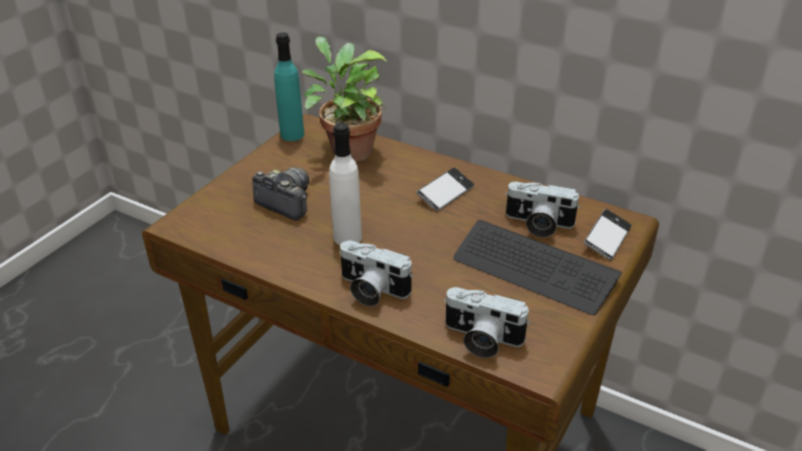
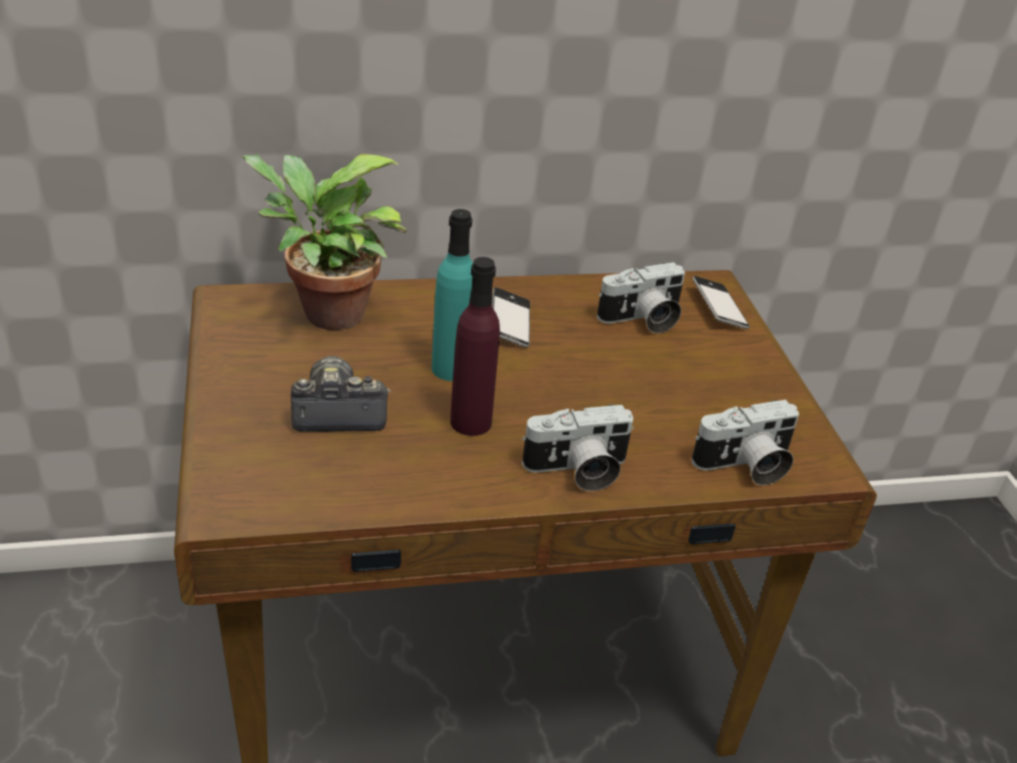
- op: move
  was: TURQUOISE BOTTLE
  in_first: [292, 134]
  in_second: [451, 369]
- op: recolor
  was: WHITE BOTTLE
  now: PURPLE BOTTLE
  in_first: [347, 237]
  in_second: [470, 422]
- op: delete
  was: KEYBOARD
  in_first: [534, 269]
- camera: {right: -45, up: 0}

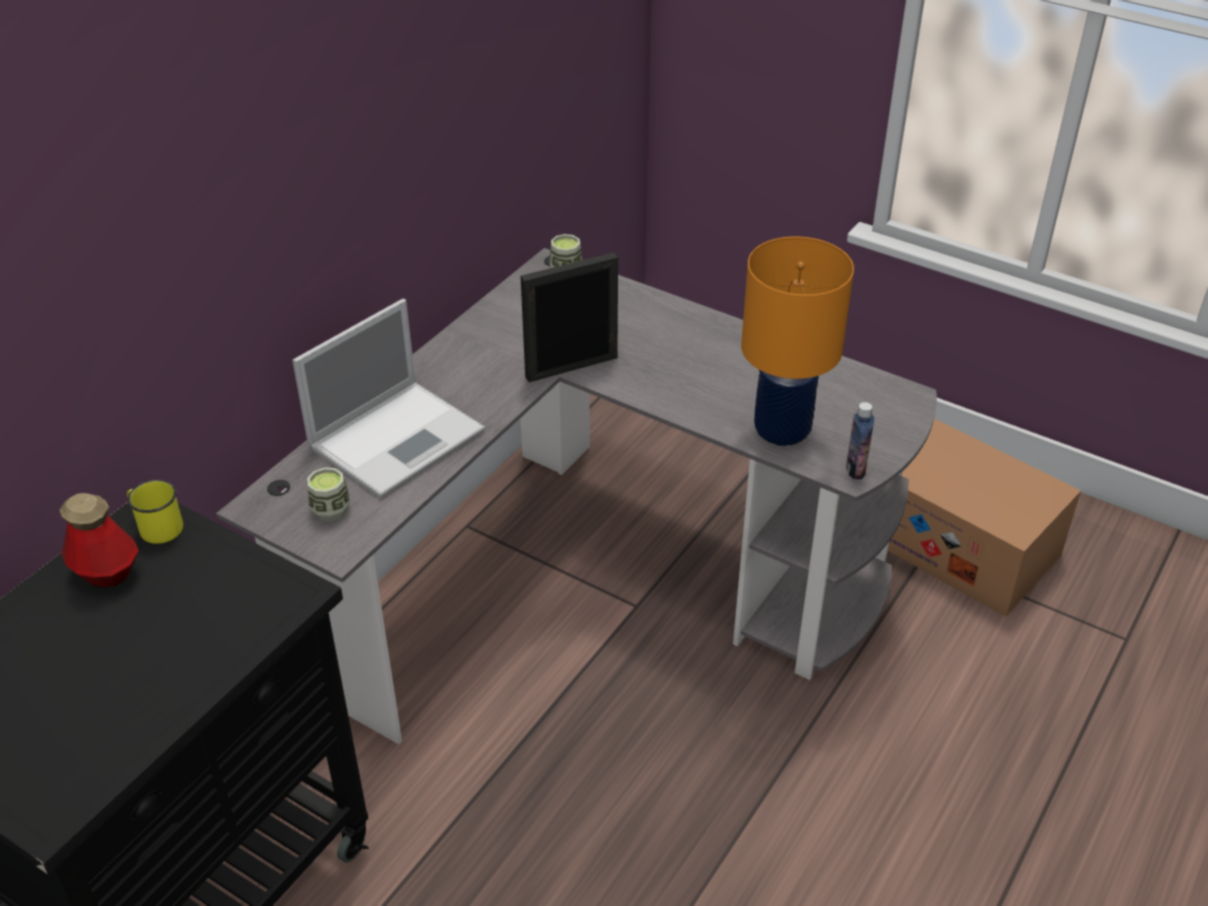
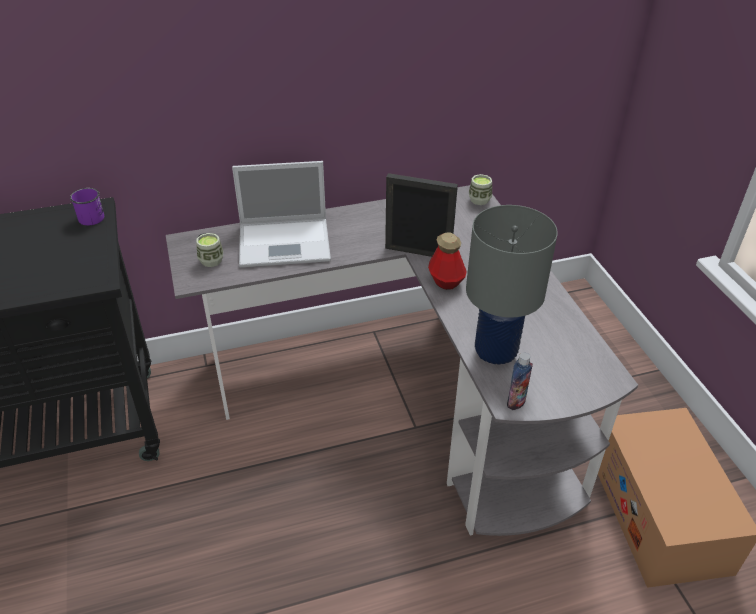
- op: recolor
  was: ORANGE TABLE LAMP
  now: GREY TABLE LAMP
  in_first: [781, 432]
  in_second: [495, 353]
- op: recolor
  was: YELLOW MUG
  now: PURPLE MUG
  in_first: [156, 526]
  in_second: [91, 216]
- op: move
  was: BOTTLE
  in_first: [107, 572]
  in_second: [446, 281]
- camera: {right: 40, up: 0}

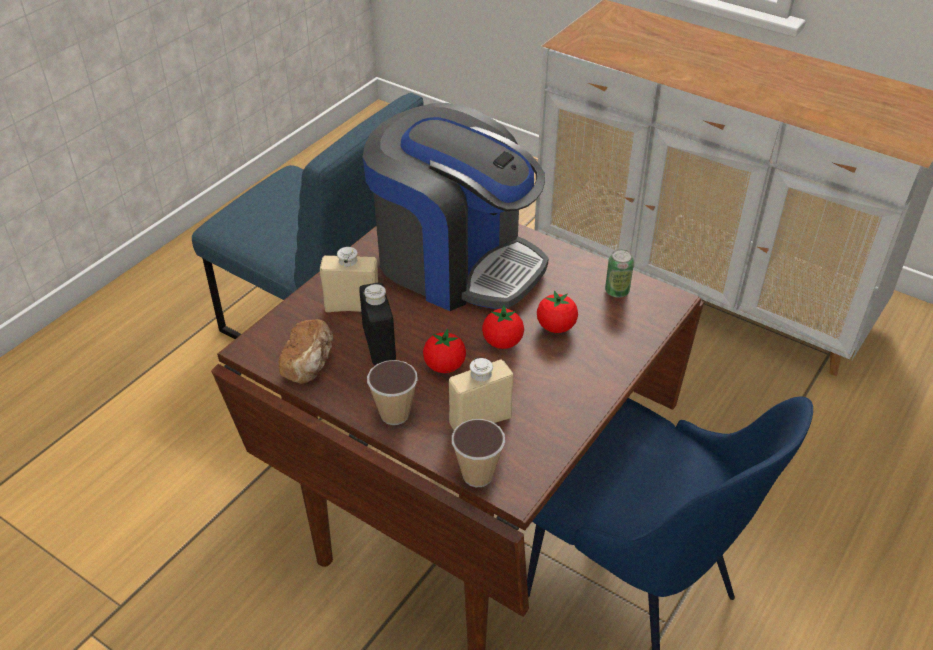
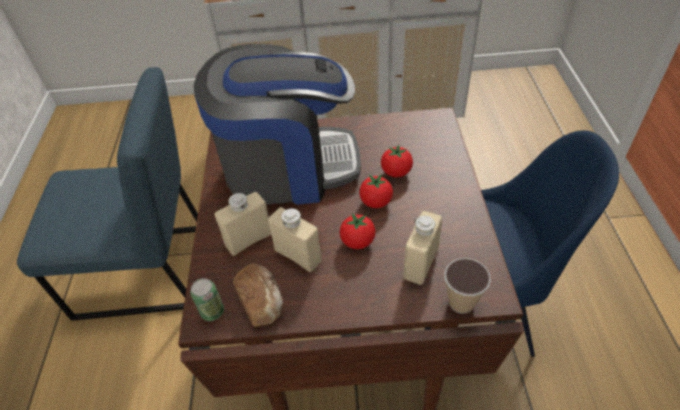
- op: move
  was: CAN
  in_first: [617, 291]
  in_second: [212, 312]
- op: recolor
  was: BLACK BOTTLE
  now: BEIGE BOTTLE
  in_first: [379, 345]
  in_second: [298, 255]
- op: delete
  was: CUP
  in_first: [394, 414]
- camera: {right: -35, up: 5}

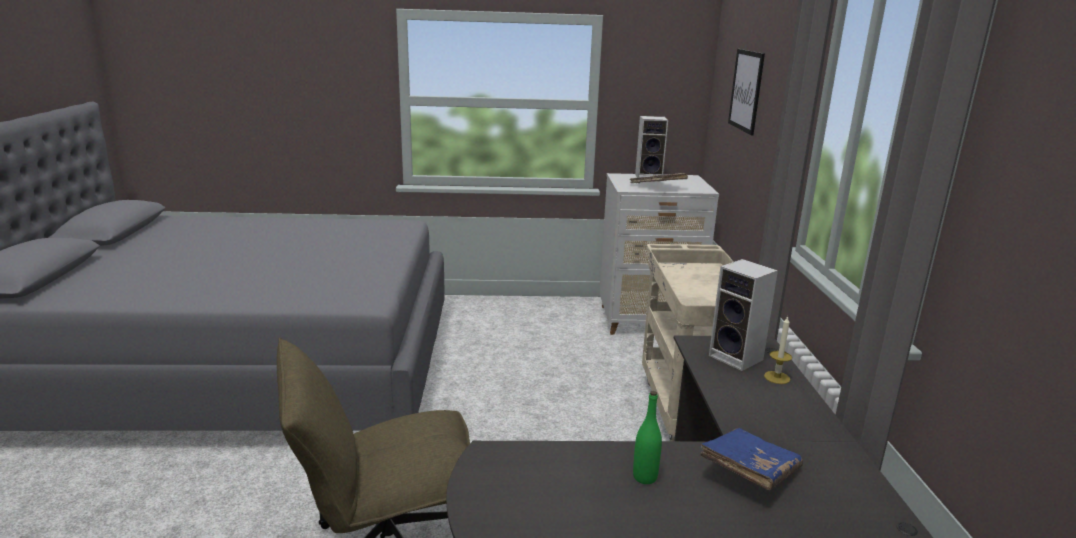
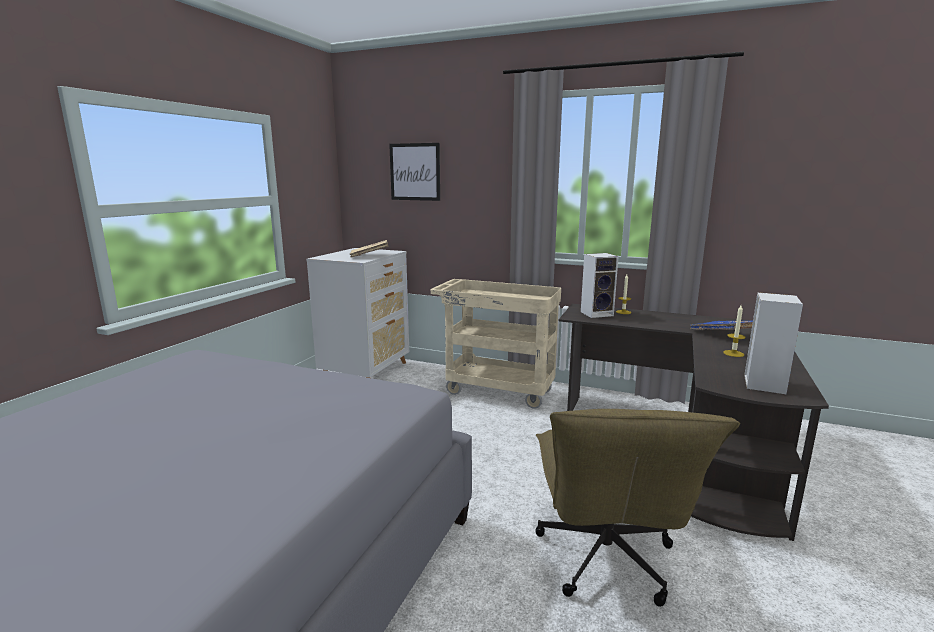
- op: move
  was: SPEAKER
  in_first: [649, 177]
  in_second: [763, 383]
- op: replace
  was: GREEN BOTTLE
  now: CANDLE
  in_first: [645, 477]
  in_second: [733, 353]
- camera: {right: -65, up: -5}

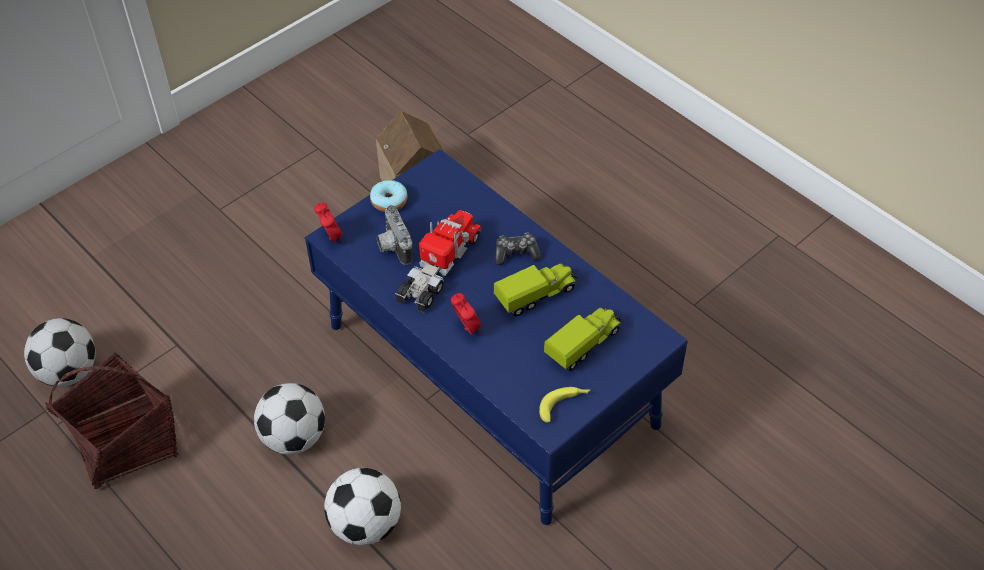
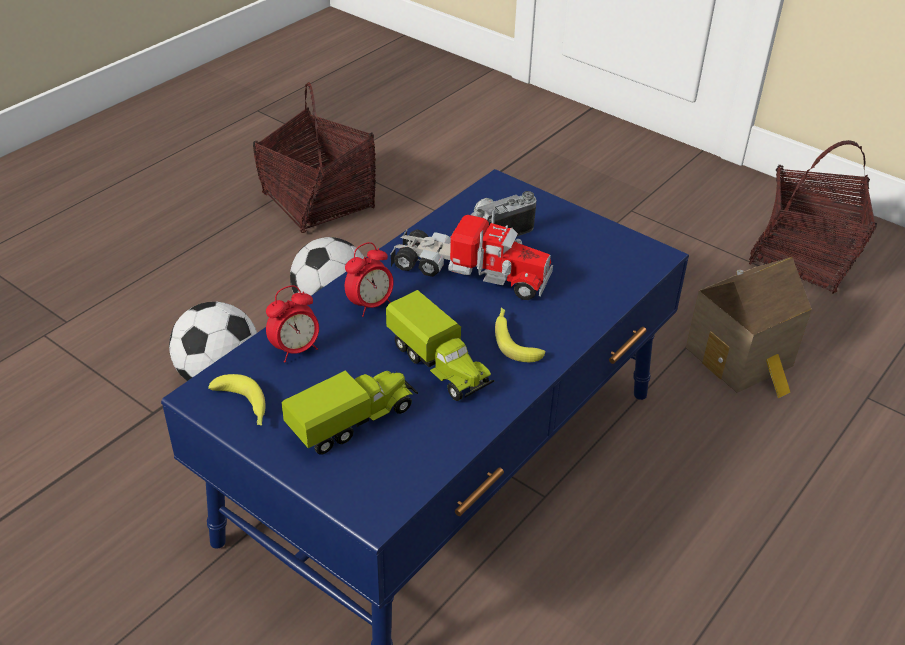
- op: delete
  was: DONUT
  in_first: [389, 201]
- op: move
  was: ALARM CLOCK
  in_first: [331, 238]
  in_second: [296, 350]
- op: replace
  was: GAME CONTROLLER
  now: BANANA
  in_first: [516, 253]
  in_second: [514, 339]
- op: rotate
  was: TOY TRUCK
  in_first: [584, 344]
  in_second: [353, 421]
  clockwise: -75
- op: delete
  was: FOOTBALL
  in_first: [69, 371]
- op: insert
  now: BASKET
  in_second: [805, 258]
- camera: {right: 80, up: -10}

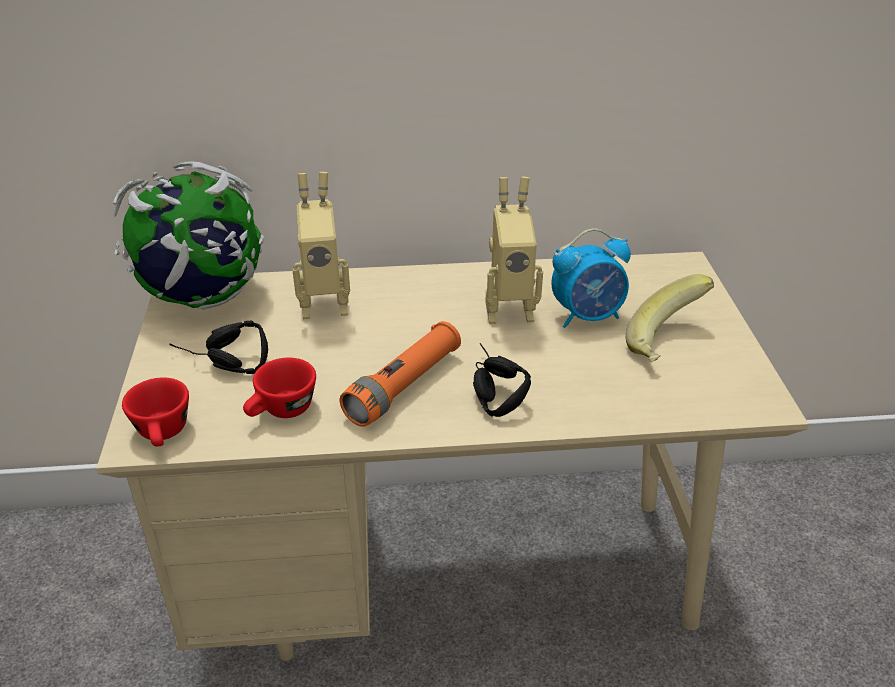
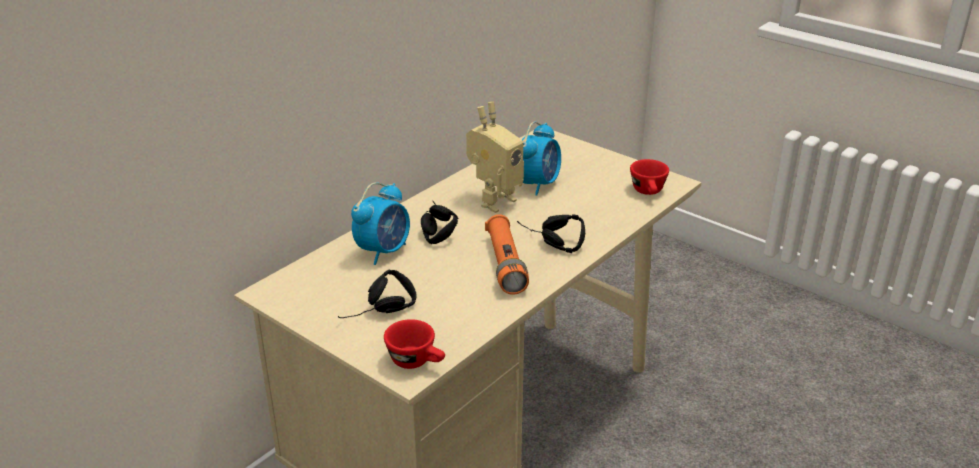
- op: delete
  was: GLOBE
  in_first: [203, 297]
- op: replace
  was: TOY ROBOT
  now: ALARM CLOCK
  in_first: [324, 305]
  in_second: [384, 251]
- op: delete
  was: BANANA
  in_first: [668, 343]
- op: move
  was: RED CUP
  in_first: [281, 411]
  in_second: [649, 192]
- op: insert
  now: BLACK HEADPHONES
  in_second: [432, 228]
- camera: {right: -45, up: -5}

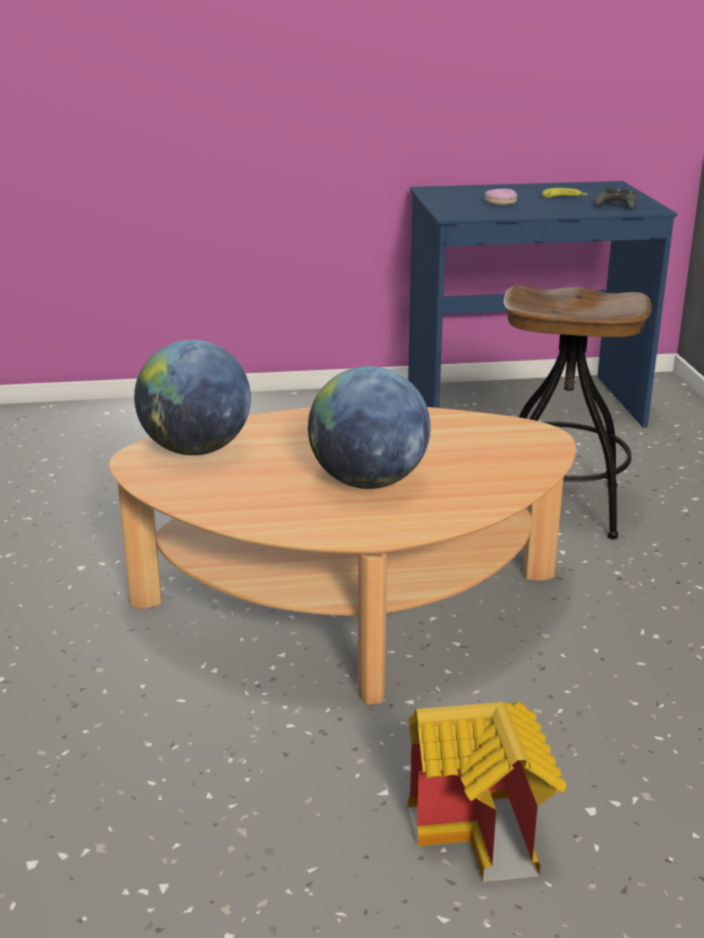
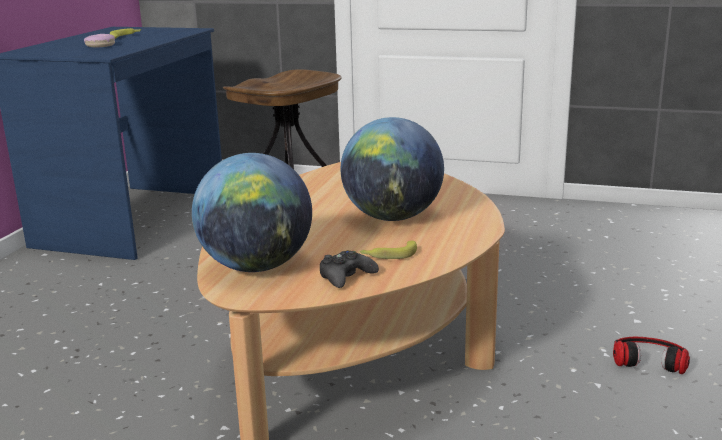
- op: move
  was: BLACK GAME CONTROLLER
  in_first: [616, 206]
  in_second: [346, 276]
- op: replace
  was: TOY HOUSE
  now: HEADPHONES
  in_first: [484, 831]
  in_second: [649, 358]
- op: insert
  now: BANANA
  in_second: [388, 255]
- camera: {right: -65, up: -5}

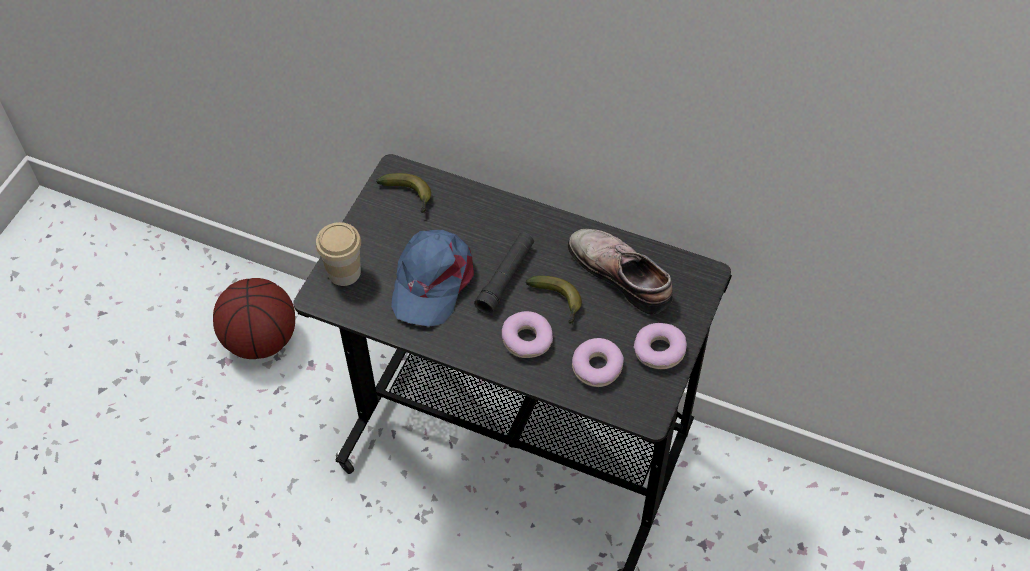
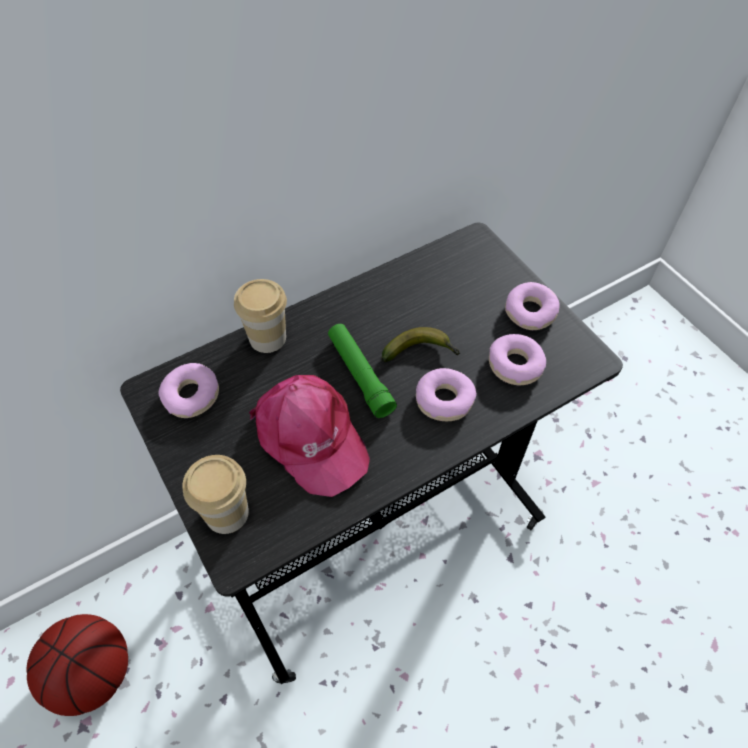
- op: replace
  was: BANANA
  now: DONUT
  in_first: [409, 196]
  in_second: [191, 396]
- op: delete
  was: SHOE
  in_first: [622, 273]
- op: recolor
  was: BLUE CAP
  now: PINK CAP
  in_first: [432, 280]
  in_second: [310, 437]
- op: recolor
  was: BLACK FLASHLIGHT
  now: GREEN FLASHLIGHT
  in_first: [505, 277]
  in_second: [360, 375]
- op: insert
  now: CUP
  in_second: [267, 338]
- camera: {right: -55, up: 0}

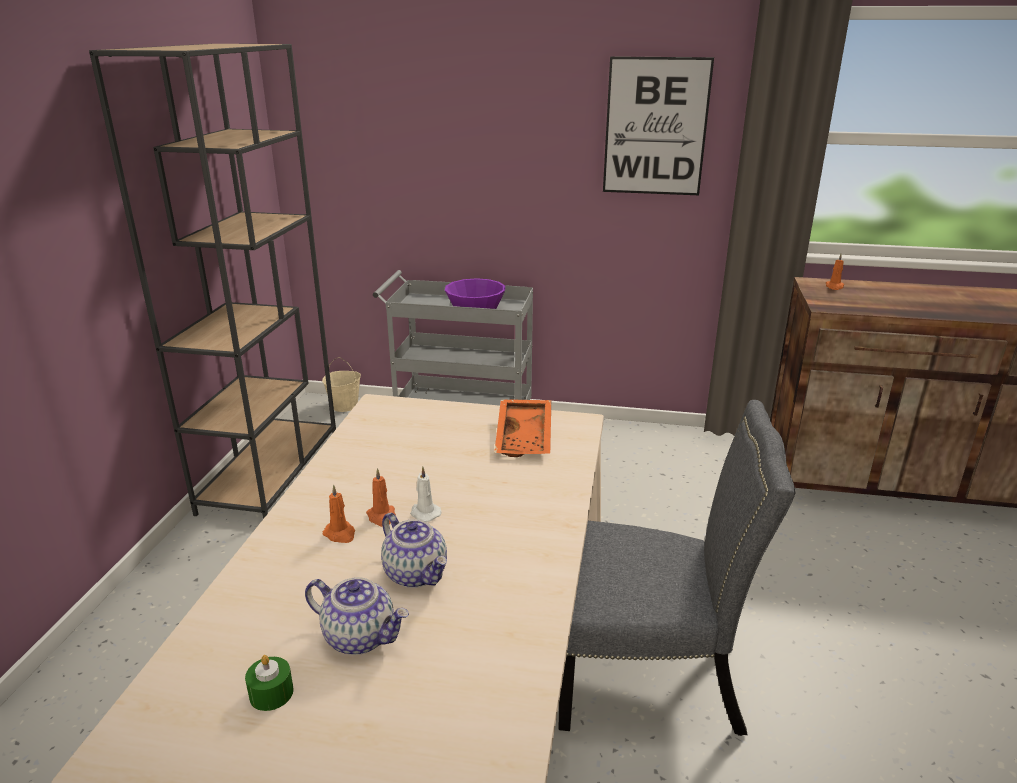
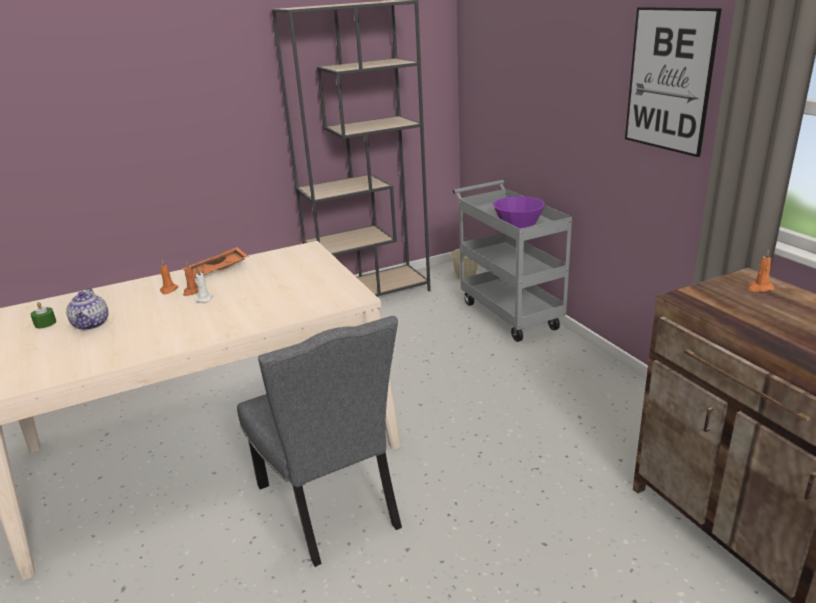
- op: move
  was: ORANGE TRAY
  in_first: [526, 437]
  in_second: [217, 271]
- op: delete
  was: TEAPOT
  in_first: [416, 573]
- camera: {right: 55, up: 0}

